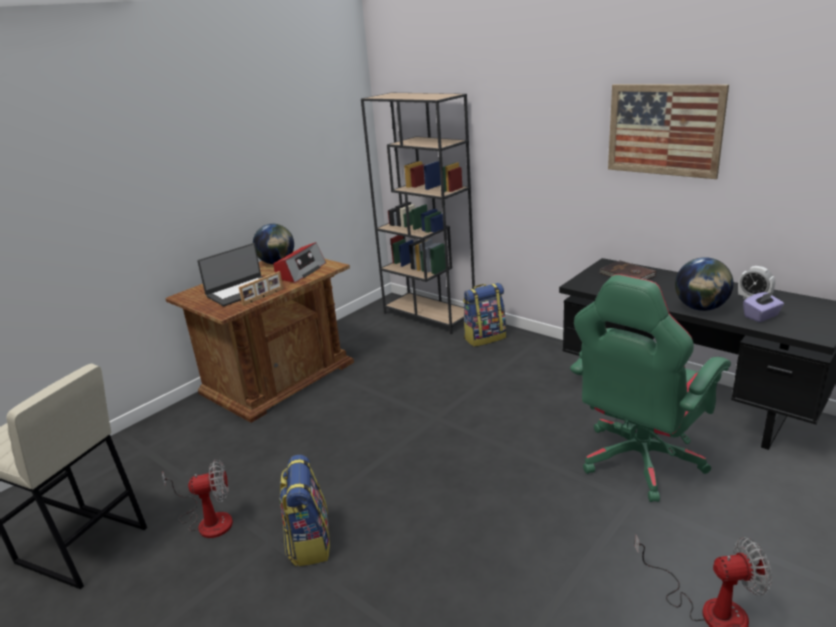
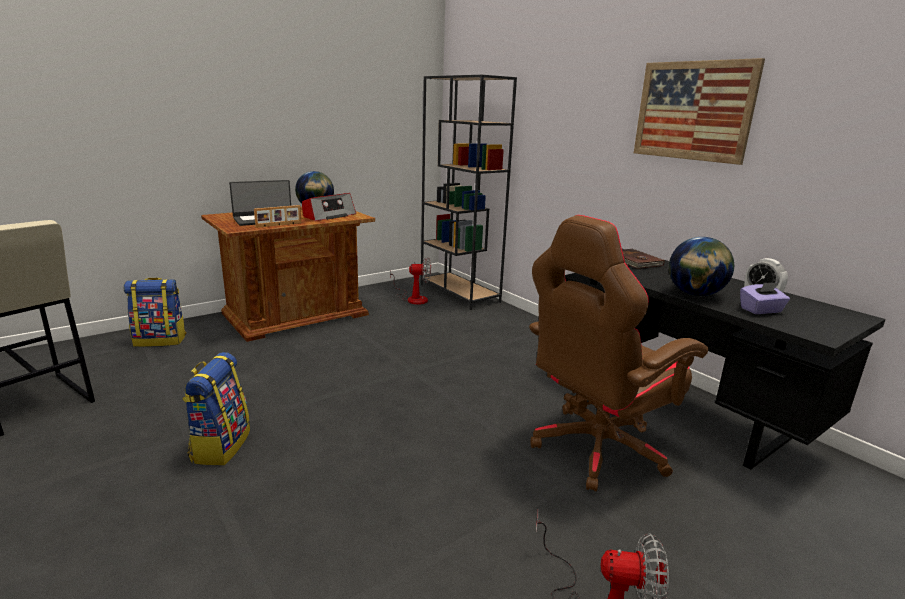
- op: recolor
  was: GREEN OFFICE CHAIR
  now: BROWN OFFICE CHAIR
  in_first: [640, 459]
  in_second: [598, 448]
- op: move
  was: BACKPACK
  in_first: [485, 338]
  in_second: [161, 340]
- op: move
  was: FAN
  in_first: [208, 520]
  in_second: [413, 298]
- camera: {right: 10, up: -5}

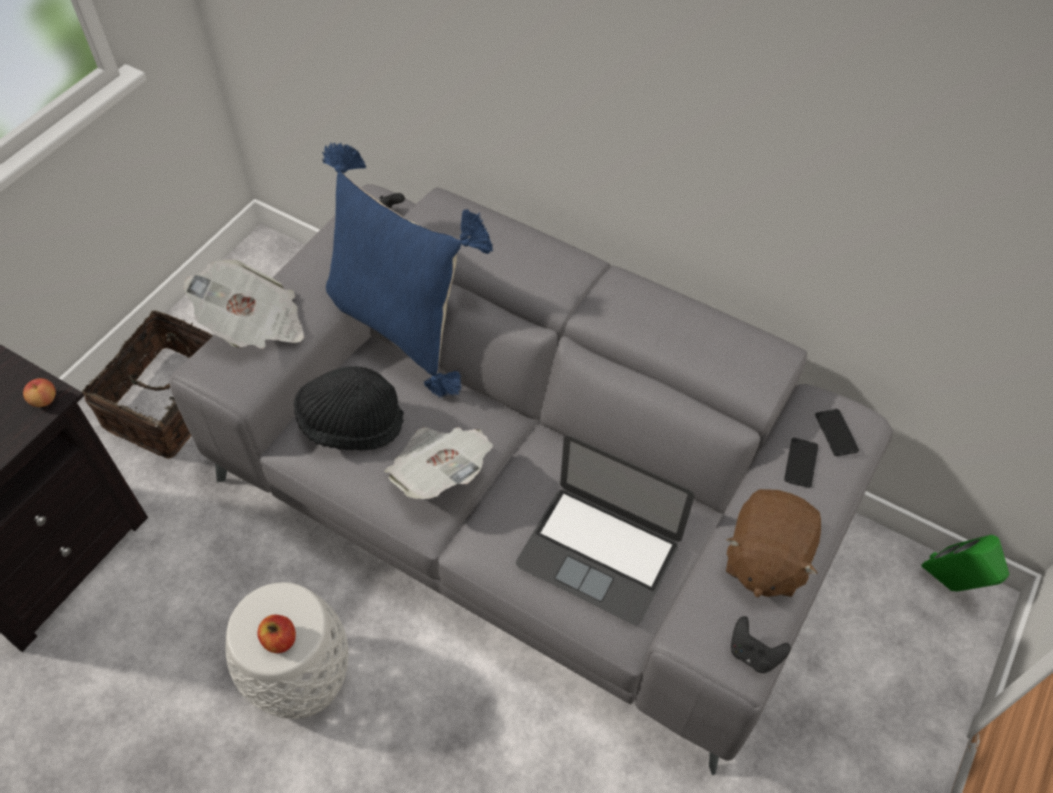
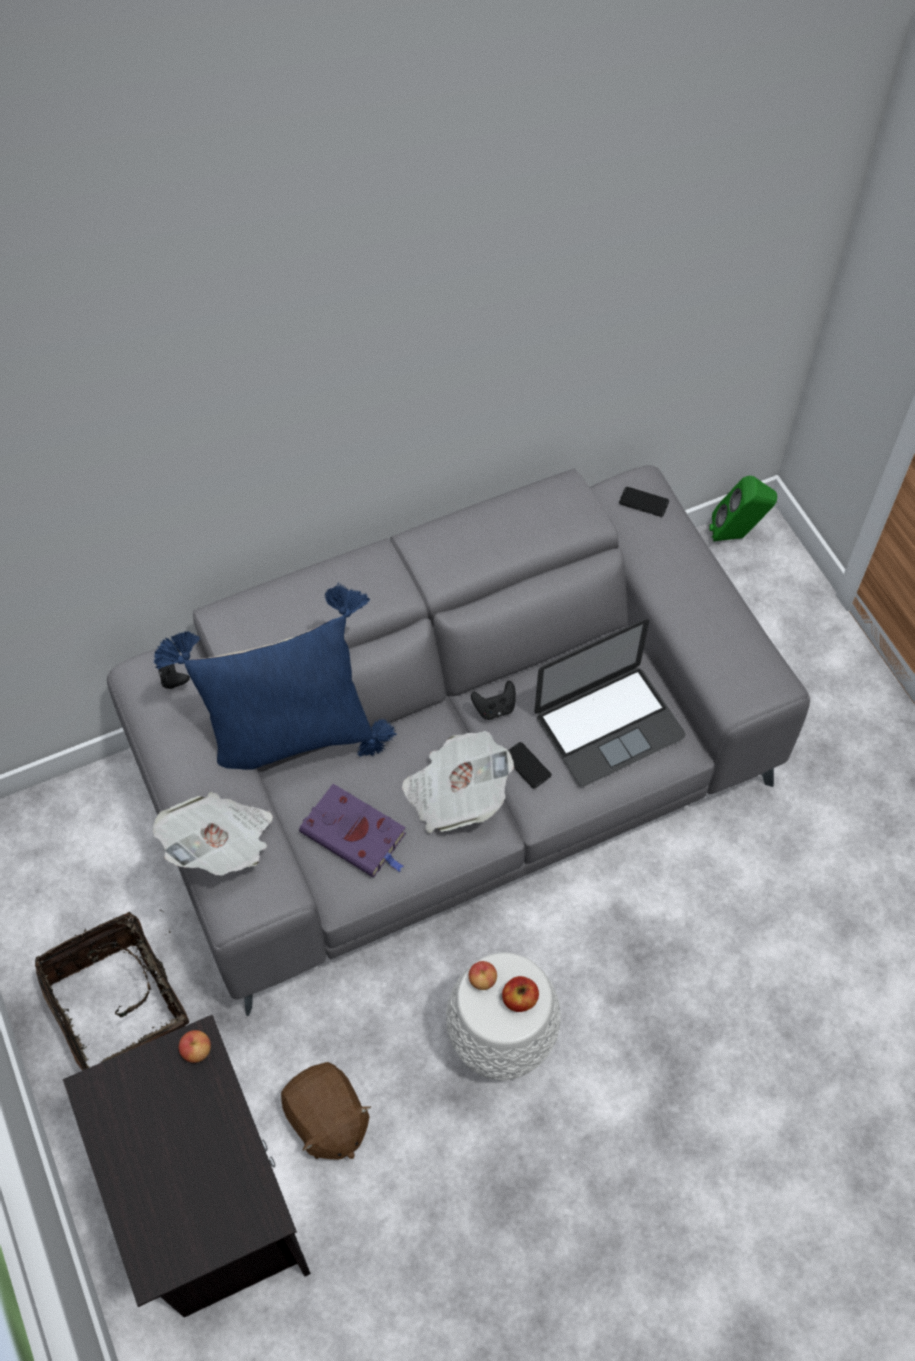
- op: replace
  was: BLACK HAT
  now: PURPLE BOOK
  in_first: [351, 424]
  in_second: [356, 835]
- op: move
  was: PHONE
  in_first: [800, 463]
  in_second: [527, 765]
- op: move
  was: BROWN PLUSH TOY
  in_first: [765, 559]
  in_second: [327, 1120]
- op: move
  was: BLACK GAME CONTROLLER
  in_first: [753, 653]
  in_second: [495, 708]
- op: insert
  now: APPLE
  in_second: [482, 979]
- camera: {right: -55, up: 5}

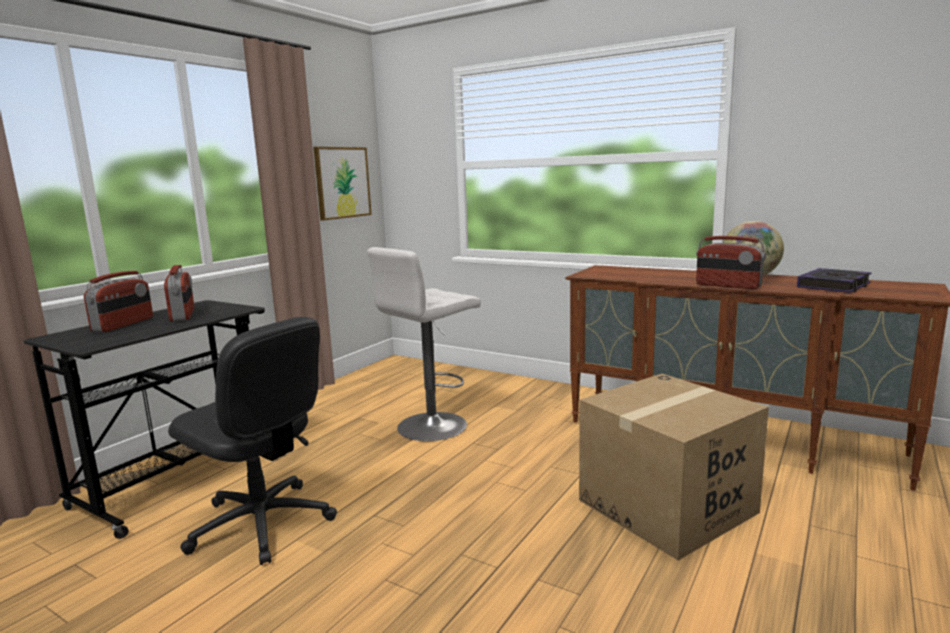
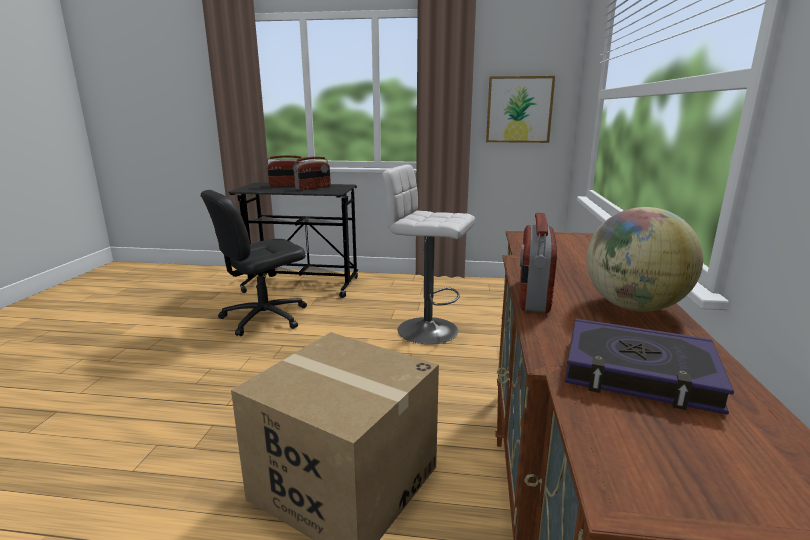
- op: rotate
  was: BLACK OFFICE CHAIR
  in_first: [261, 523]
  in_second: [264, 317]
  clockwise: 45
- camera: {right: 65, up: 5}

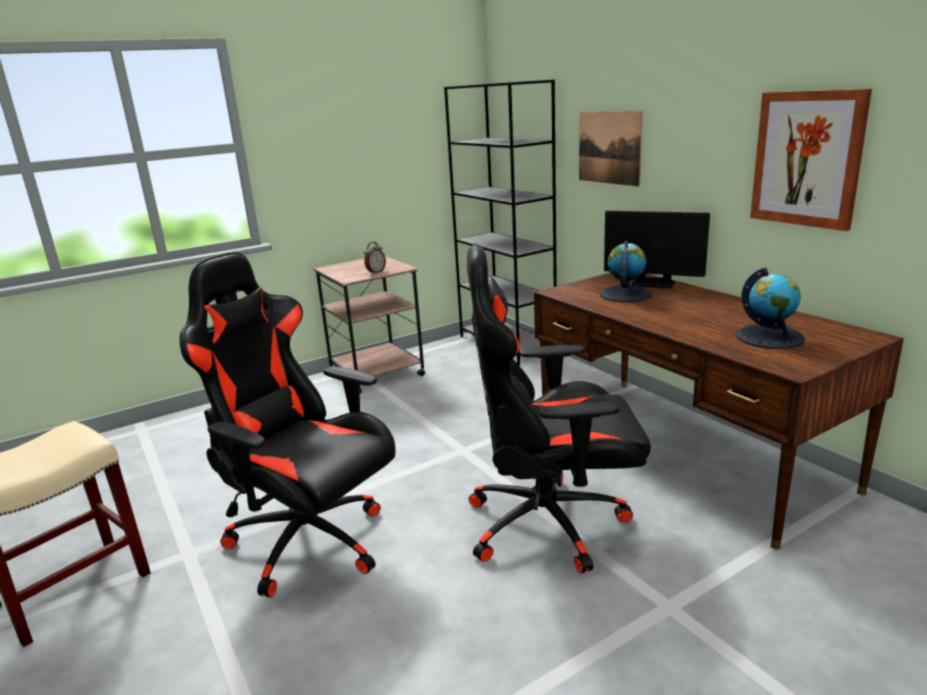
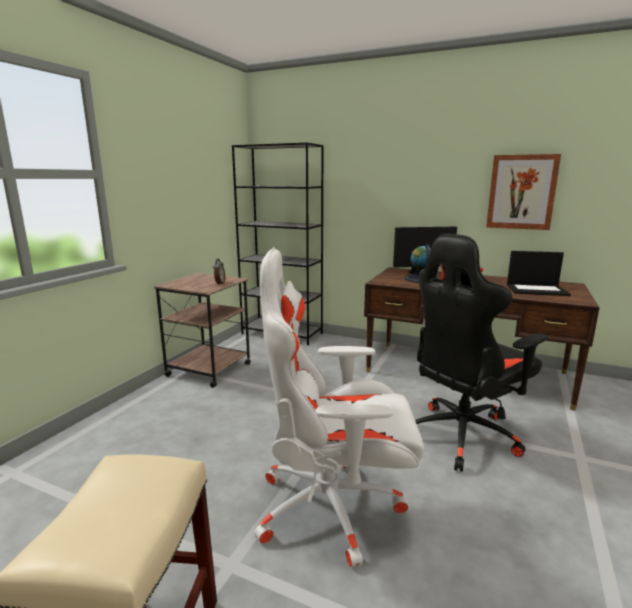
- op: delete
  was: PICTURE
  in_first: [609, 147]
- op: recolor
  was: BLACK OFFICE CHAIR
  now: WHITE OFFICE CHAIR
  in_first: [316, 547]
  in_second: [339, 509]
- op: replace
  was: GLOBE
  now: LAPTOP
  in_first: [769, 337]
  in_second: [537, 290]
- camera: {right: -35, up: -5}

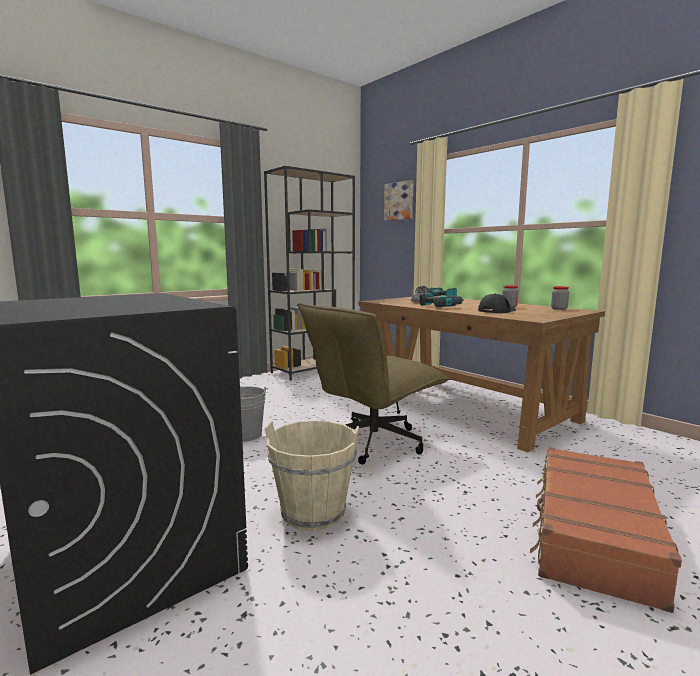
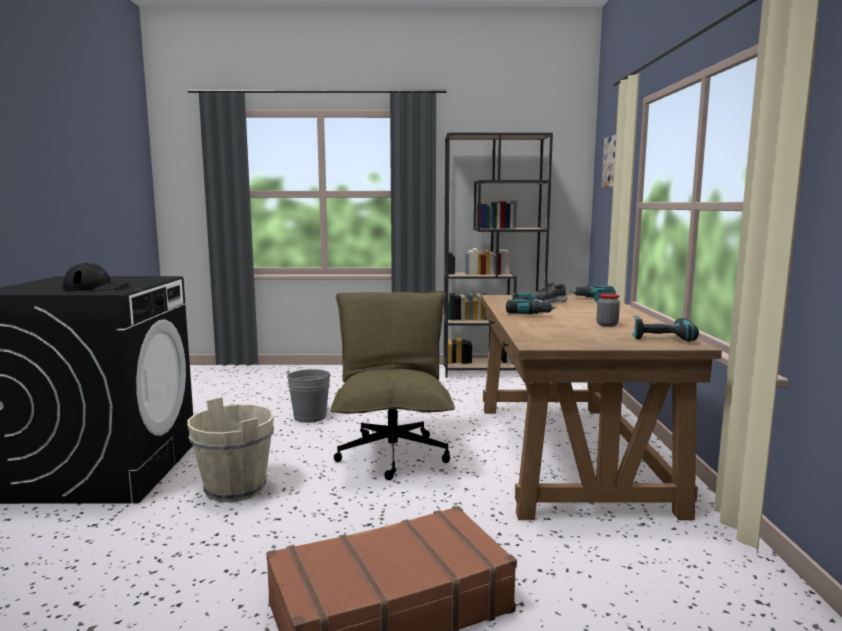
- op: replace
  was: JAR
  now: POWER DRILL
  in_first: [559, 309]
  in_second: [662, 337]
- op: move
  was: BLACK CAP
  in_first: [497, 311]
  in_second: [96, 287]
- op: rotate
  was: BEIGE OFFICE CHAIR
  in_first: [375, 442]
  in_second: [392, 455]
  clockwise: 90
- camera: {right: 40, up: 0}

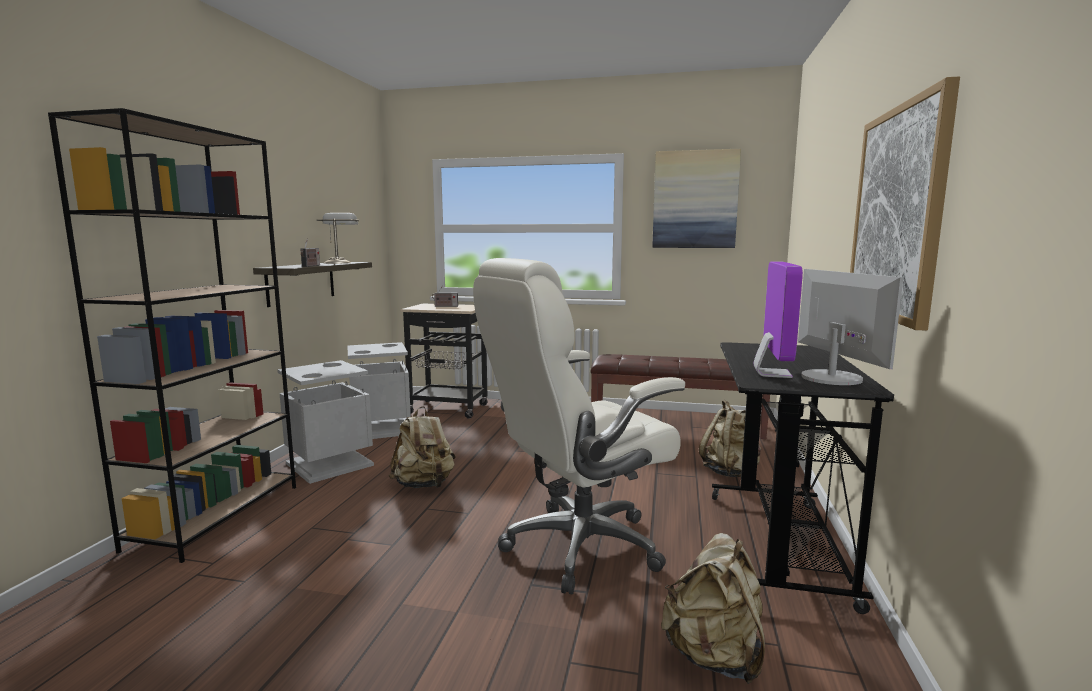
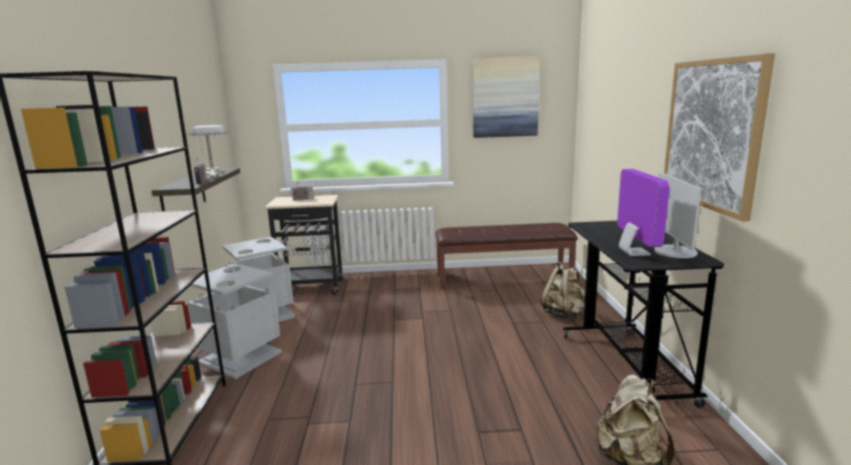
- op: delete
  was: WHITE OFFICE CHAIR
  in_first: [579, 547]
- op: rotate
  was: MONITOR
  in_first: [832, 378]
  in_second: [674, 252]
  clockwise: -150
- op: delete
  was: BEIGE BACKPACK
  in_first: [424, 485]
- camera: {right: -15, up: 5}

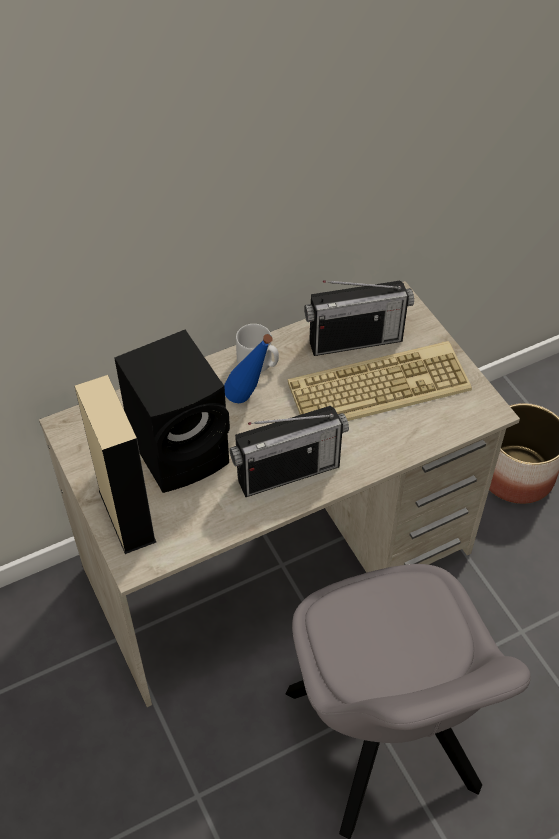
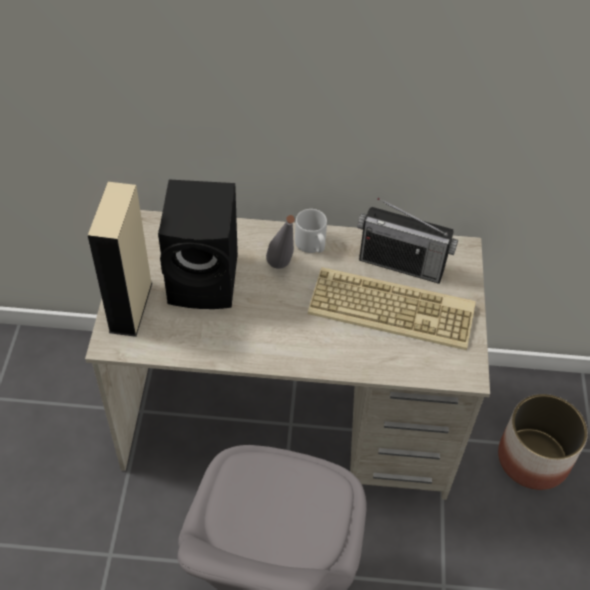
- op: recolor
  was: BLUE BOTTLE
  now: GREY BOTTLE
  in_first: [249, 402]
  in_second: [282, 271]
- op: delete
  was: RADIO
  in_first: [288, 472]
- camera: {right: 30, up: 0}

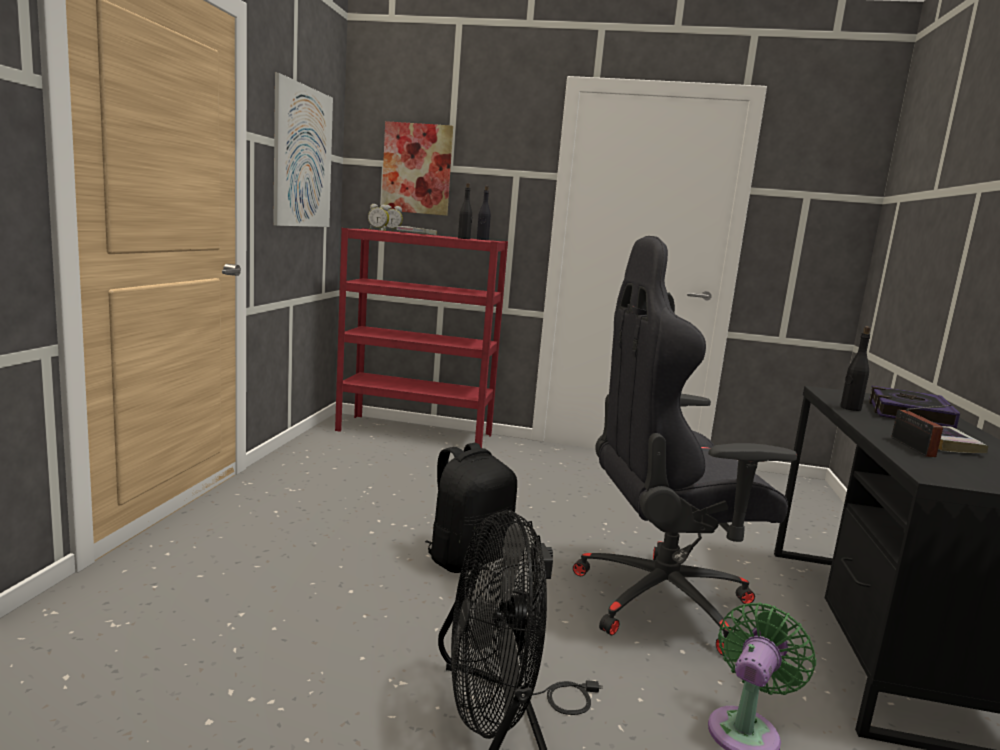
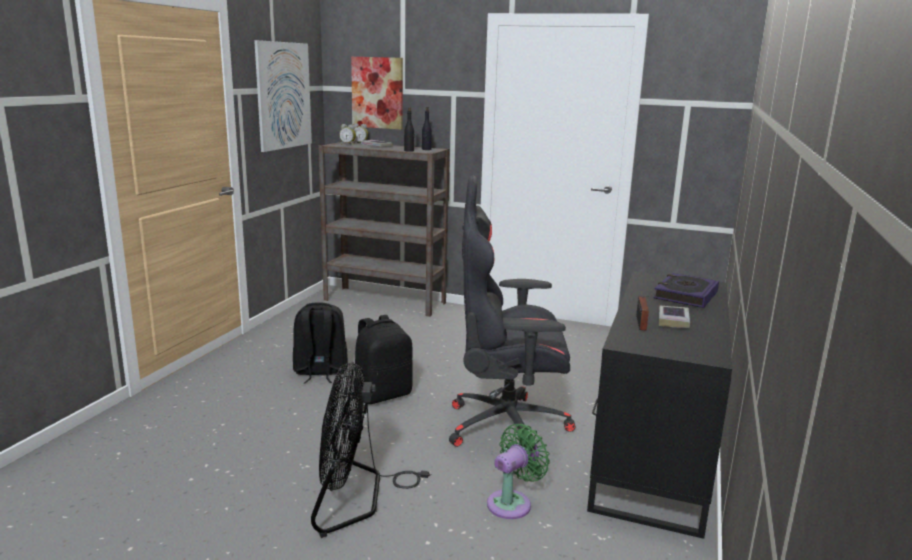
- op: recolor
  was: RED BOOKCASE
  now: GREY BOOKCASE
  in_first: [415, 432]
  in_second: [385, 301]
- op: delete
  was: BLACK BOTTLE
  in_first: [850, 408]
- op: insert
  now: BLACK BACKPACK
  in_second: [320, 372]
- camera: {right: 10, up: 5}

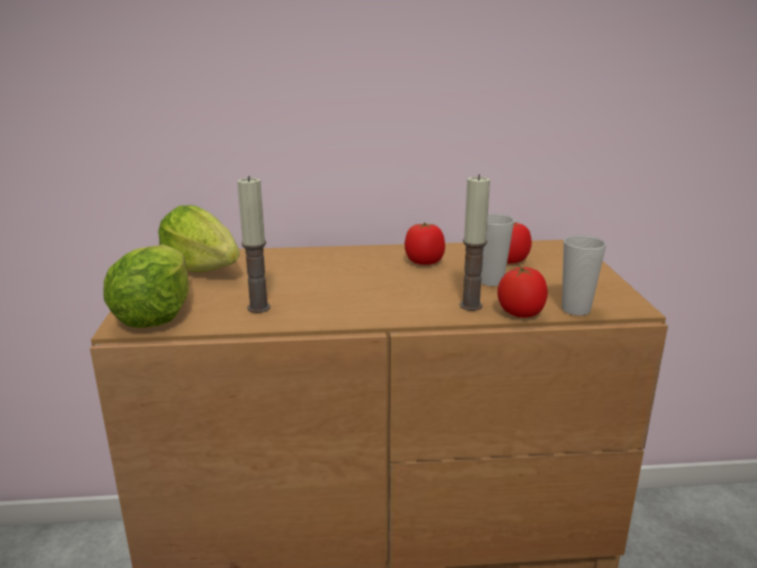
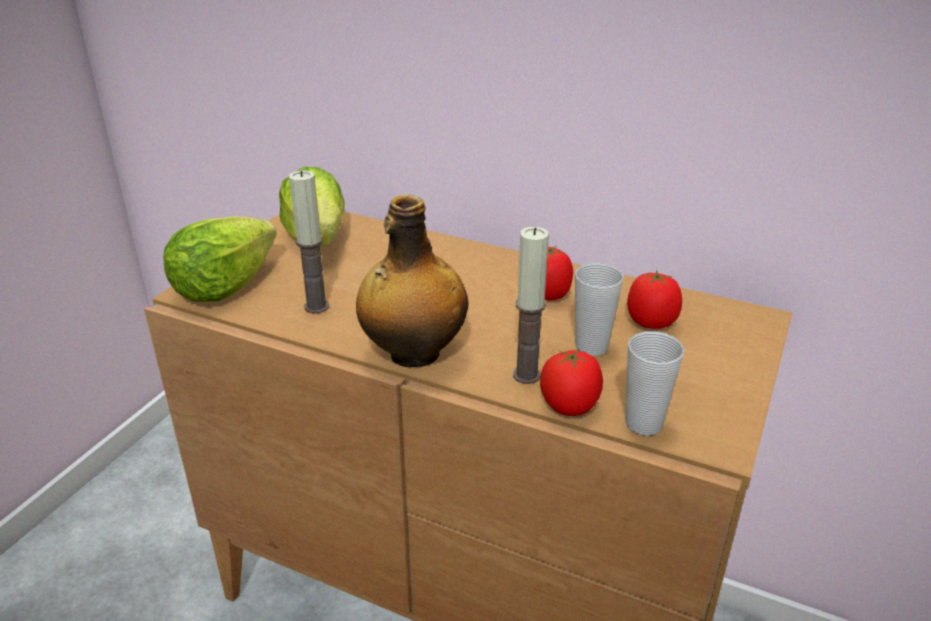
- op: insert
  now: BOTTLE
  in_second: [413, 354]
- camera: {right: 30, up: 10}

